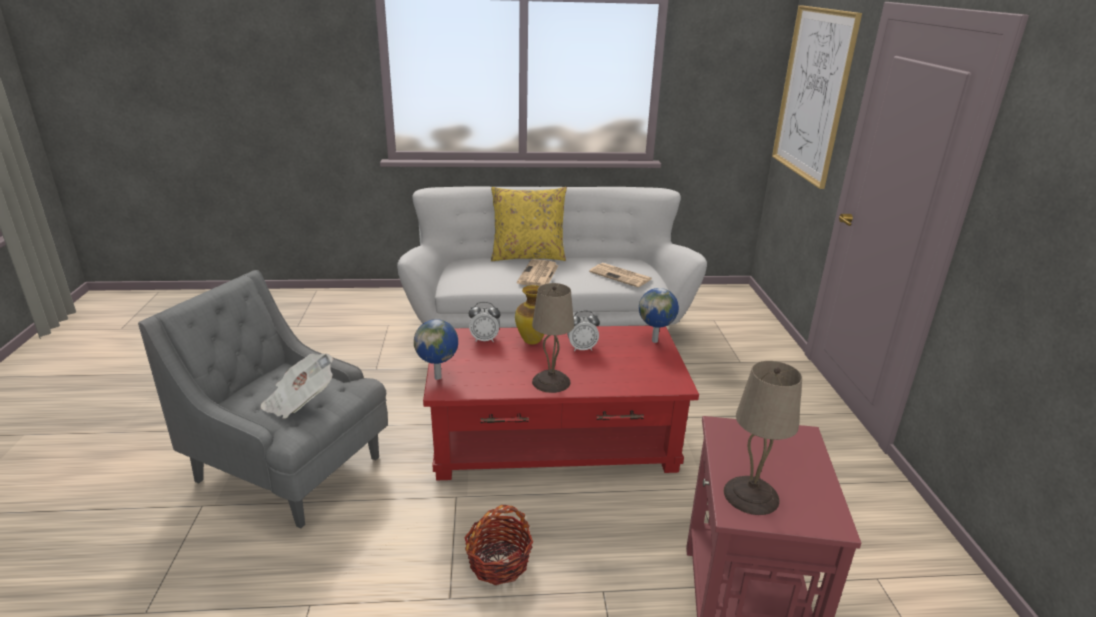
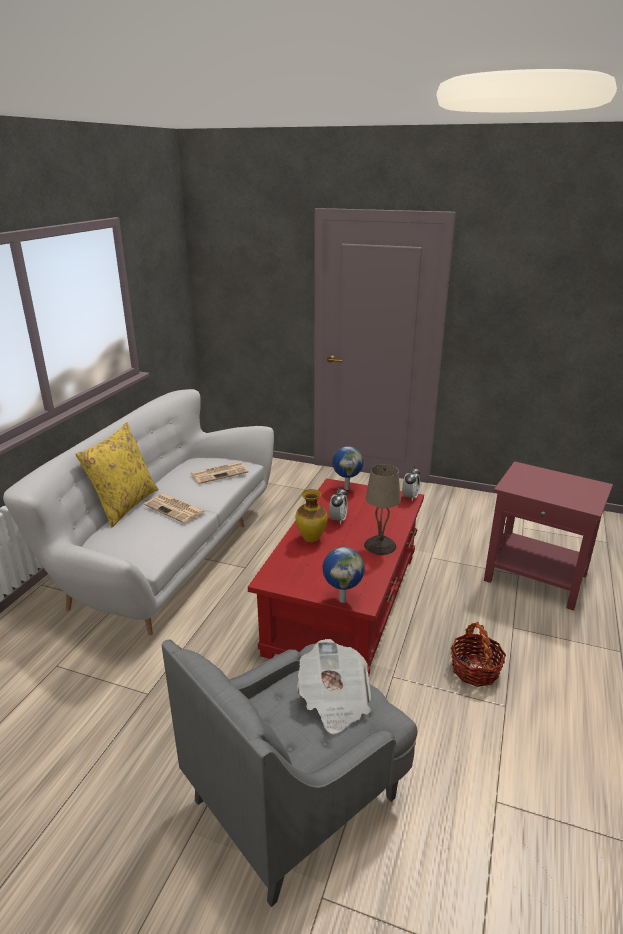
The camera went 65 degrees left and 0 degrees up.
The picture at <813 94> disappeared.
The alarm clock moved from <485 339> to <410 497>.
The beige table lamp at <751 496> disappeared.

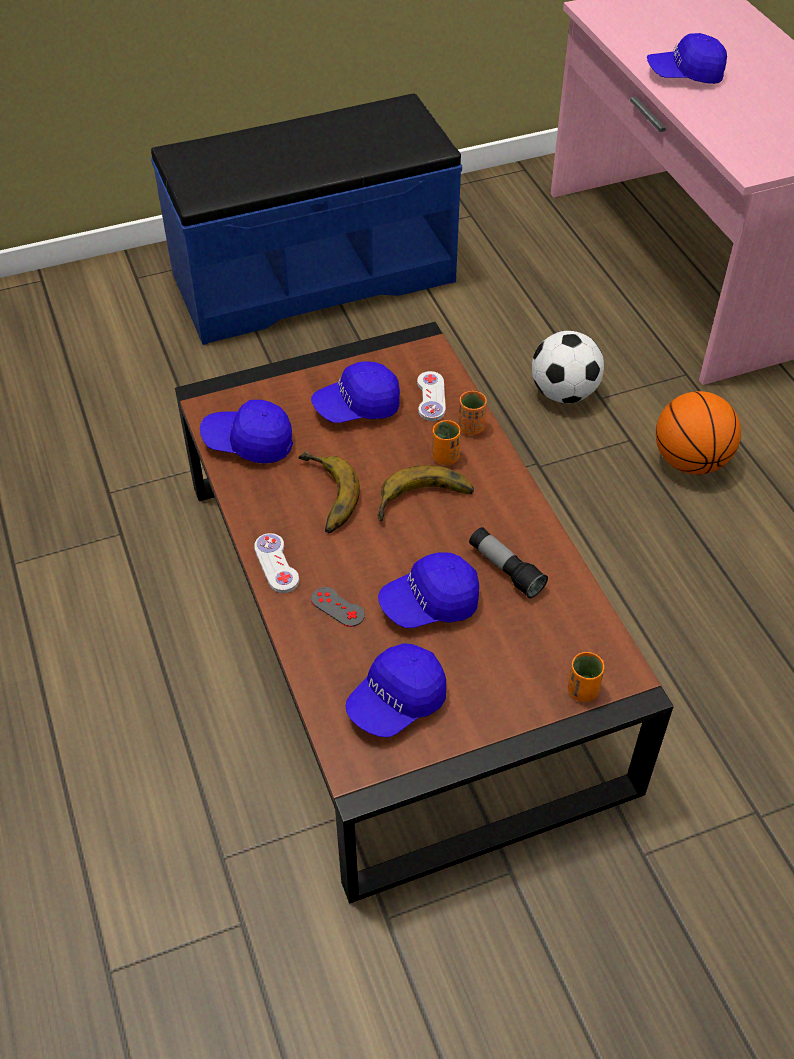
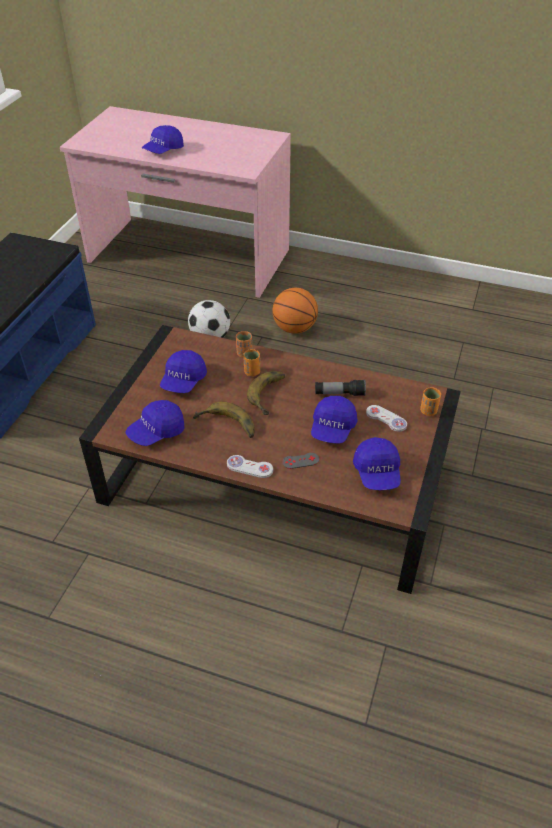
The camera went 50 degrees left and 5 degrees down.
The white game controller moved from <431 397> to <386 419>.

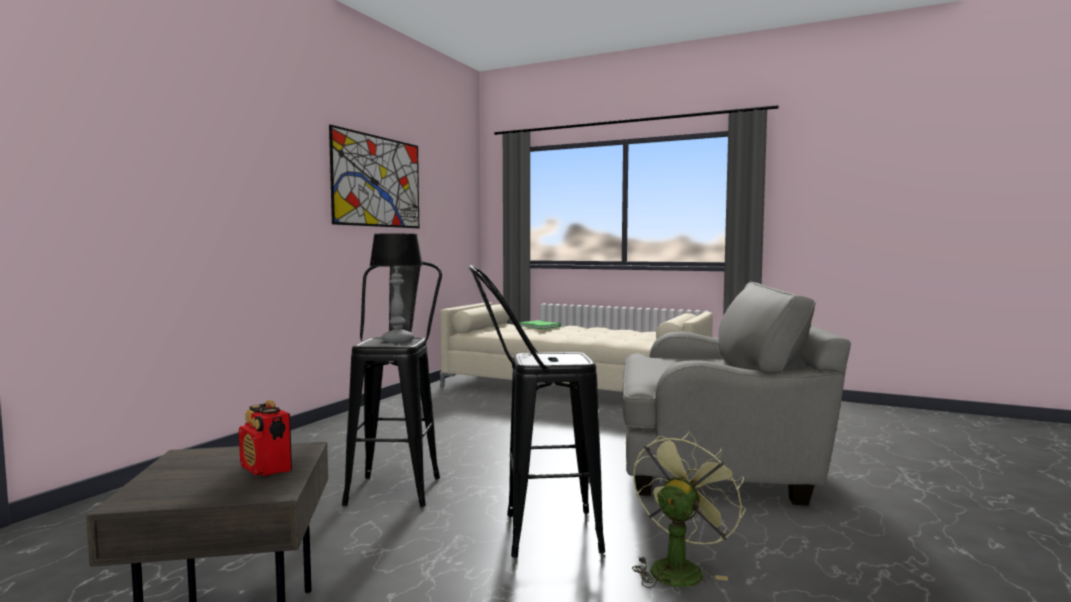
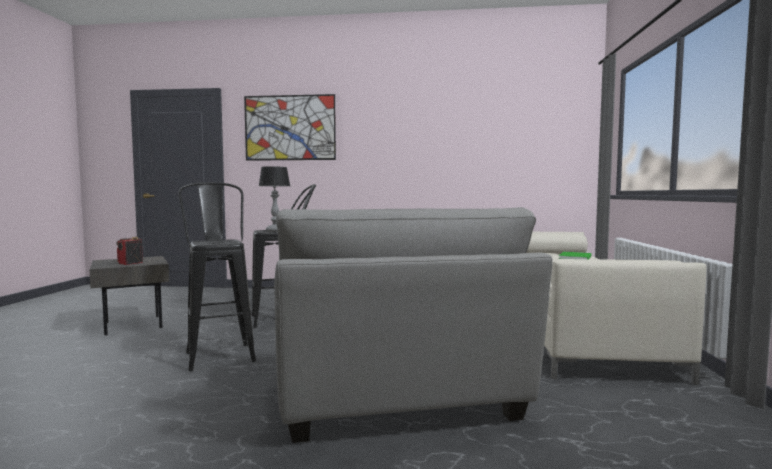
The camera went 70 degrees right and 0 degrees up.
The picture moved from <378 181> to <290 128>.
The green fan at <679 568> disappeared.

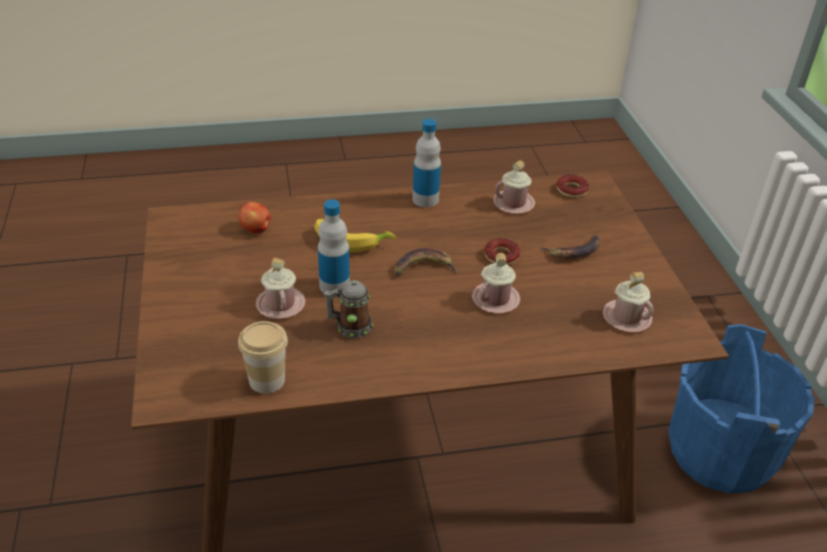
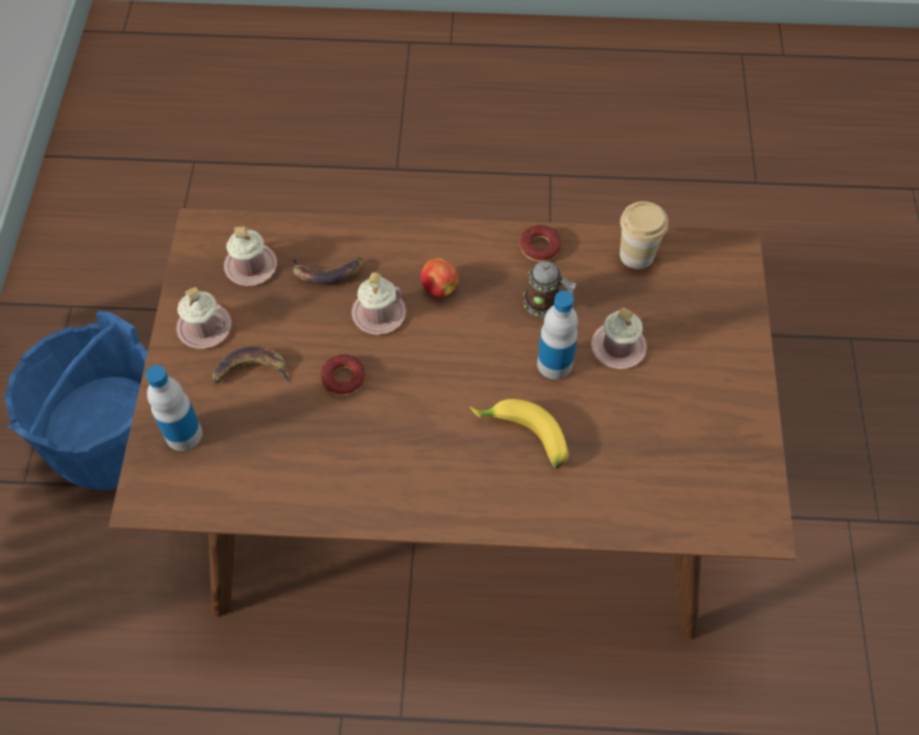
The camera went 165 degrees left and 20 degrees up.
The bottle moved from <425 199> to <183 434>.
The pink mug moved from <513 203> to <204 327>.
The donut moved from <572 190> to <540 247>.
The apple moved from <256 229> to <439 287>.
The banana moved from <423 268> to <327 272>.

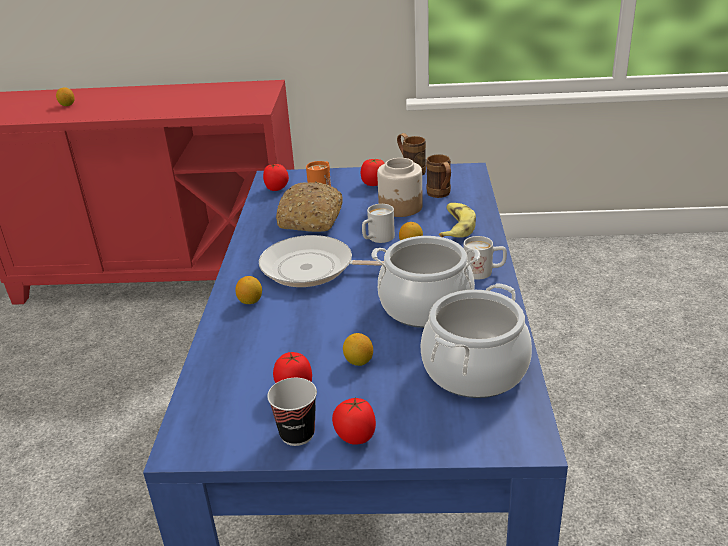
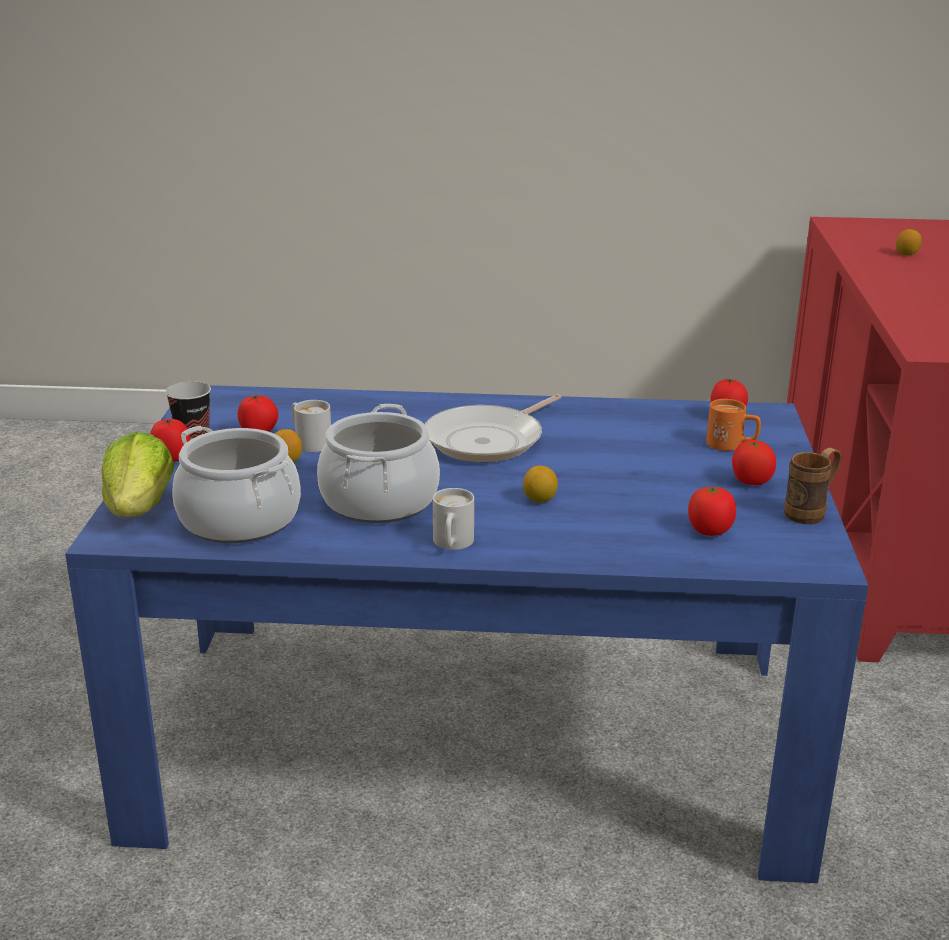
The camera went 90 degrees right and 5 degrees down.
The brown mug at <440 195> was replaced by the tomato at <710 531>.
The jar at <401 207> disappeared.
The bread at <311 219> disappeared.
The banana at <455 226> disappeared.
The white mug moved from <377 239> to <309 442>.
The frying pan at <313 269> turned 150 degrees counterclockwise.
The lemon at <250 301> disappeared.
The lettuce at <140 508> appeared.

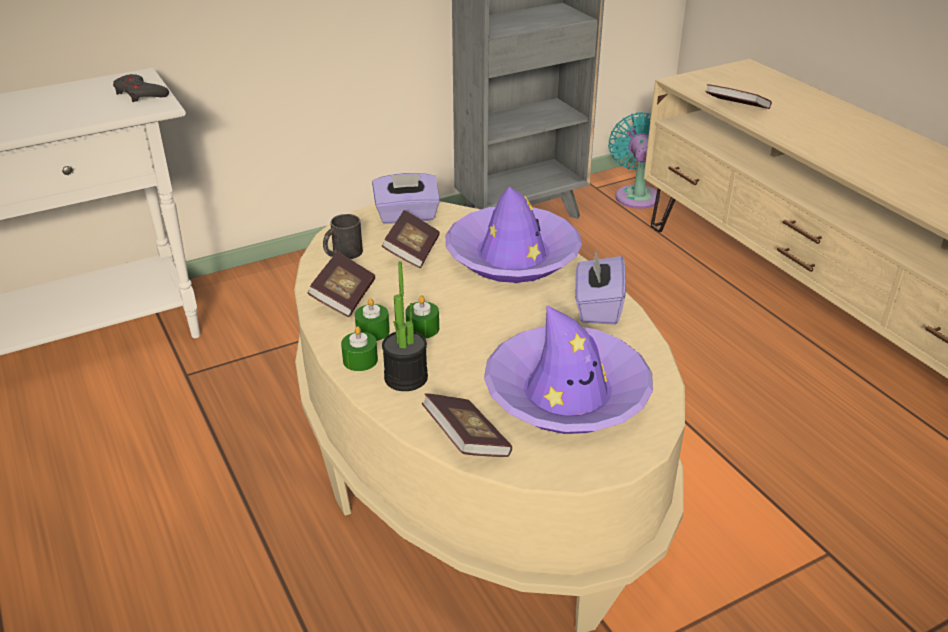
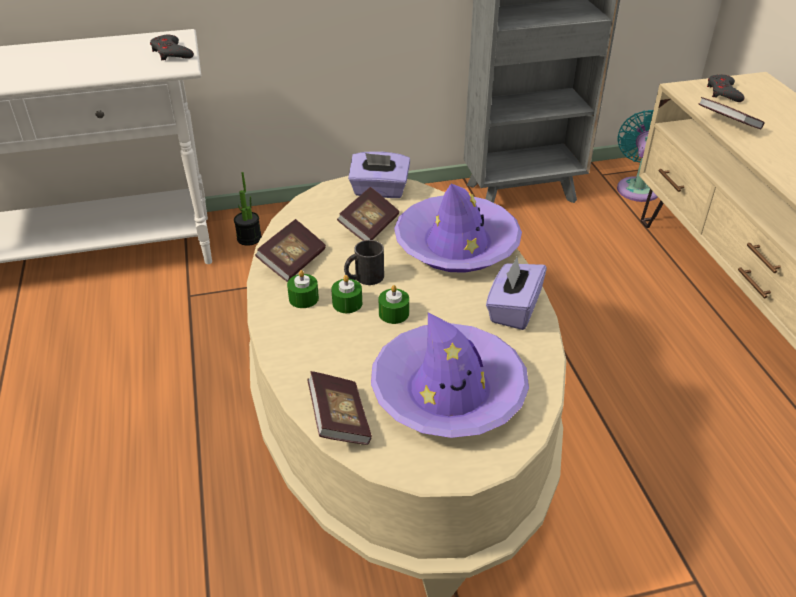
The camera went 15 degrees right and 5 degrees up.
The black mug moved from <342 254> to <364 277>.
The potted plant moved from <406 378> to <249 238>.
The green candle moved from <360 360> to <394 313>.
The grey game controller at <723 92> appeared.

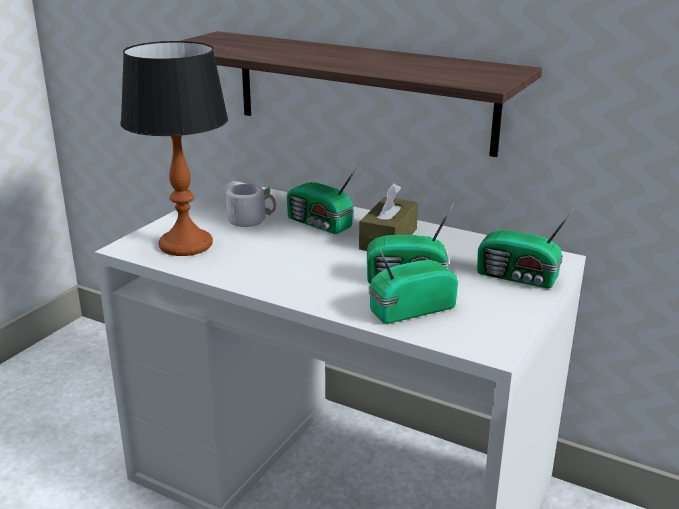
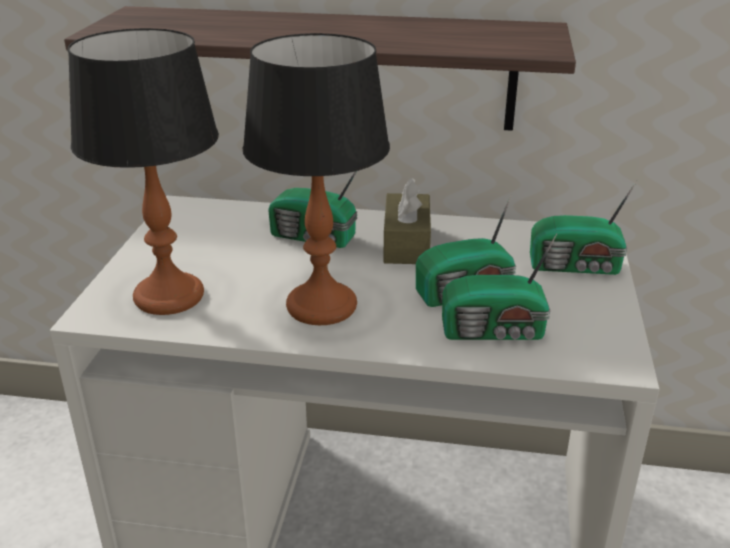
The camera went 20 degrees left and 5 degrees up.
The grey mug at <251 220> disappeared.
The radio at <409 309> turned 135 degrees counterclockwise.
The table lamp at <321 306> appeared.

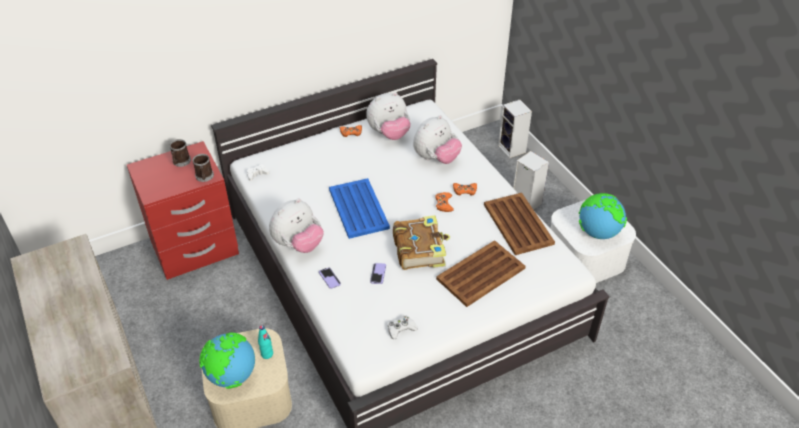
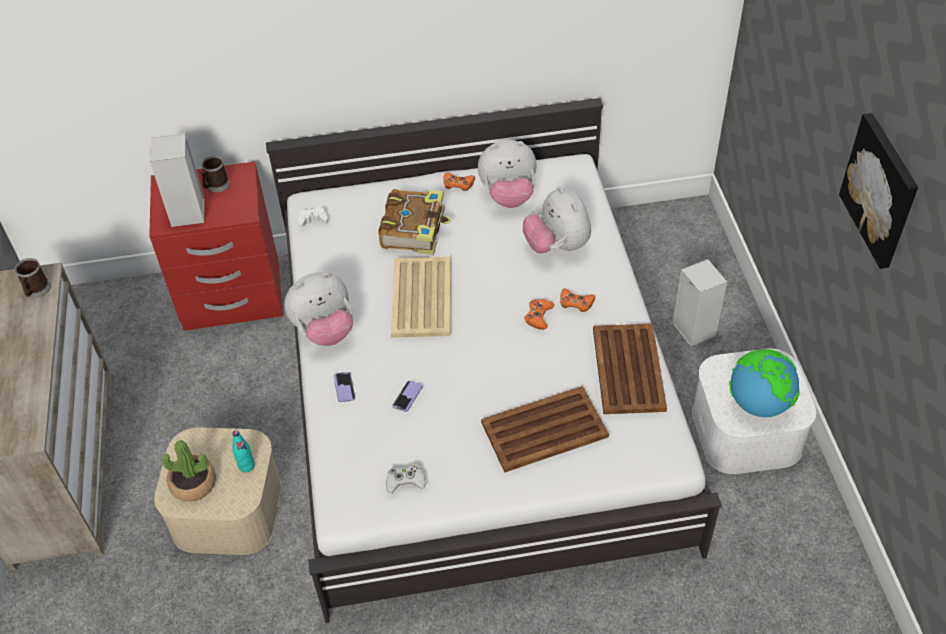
The camera went 20 degrees right and 5 degrees up.
The speaker moved from <513 149> to <189 213>.
The plush toy at <436 158> turned 90 degrees clockwise.
The mug moved from <204 177> to <36 290>.
The blue tray at <358 208> became the beige tray at <422 296>.
The book moved from <419 249> to <414 228>.
The globe at <231 376> was replaced by the potted plant at <193 483>.
The picture at <881 190> appeared.

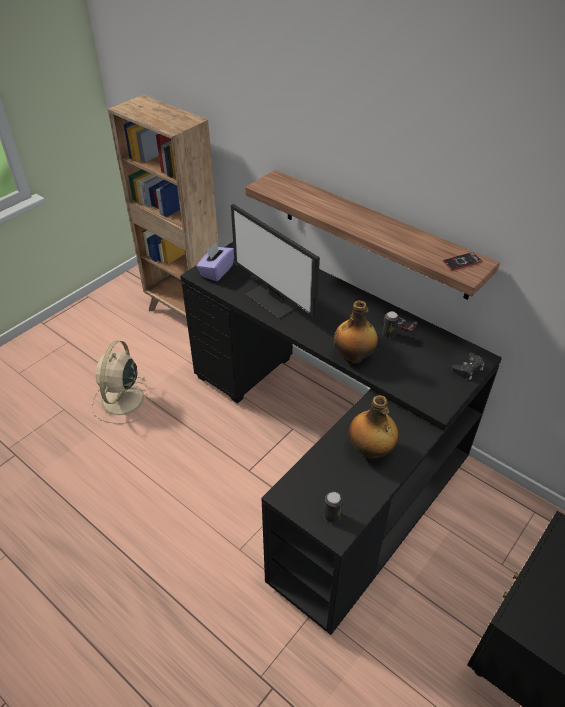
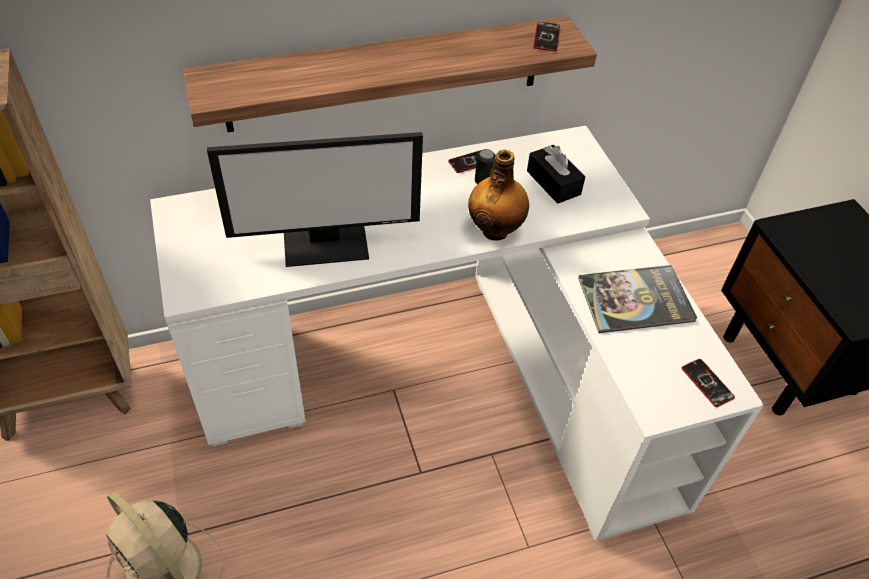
The camera went 60 degrees left and 5 degrees up.
The black desk at <328 449> became the white desk at <450 373>.
The purple tissue box at <216 271> disappeared.
The black game controller at <468 369> disappeared.
The bottle at <370 451> was replaced by the book at <635 300>.
The can at <332 516> was replaced by the phone at <707 383>.
The black tissue box at <553 183> appeared.

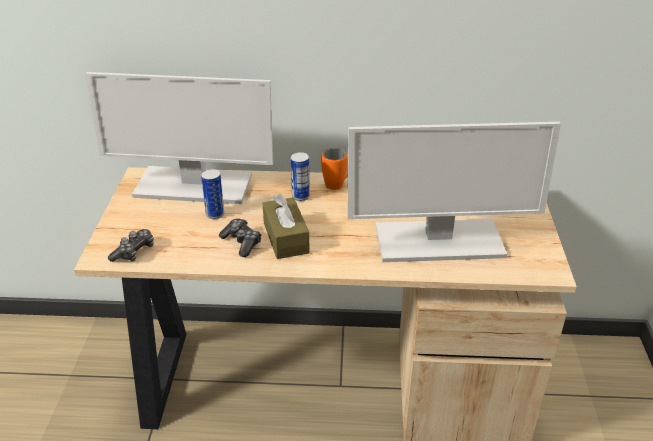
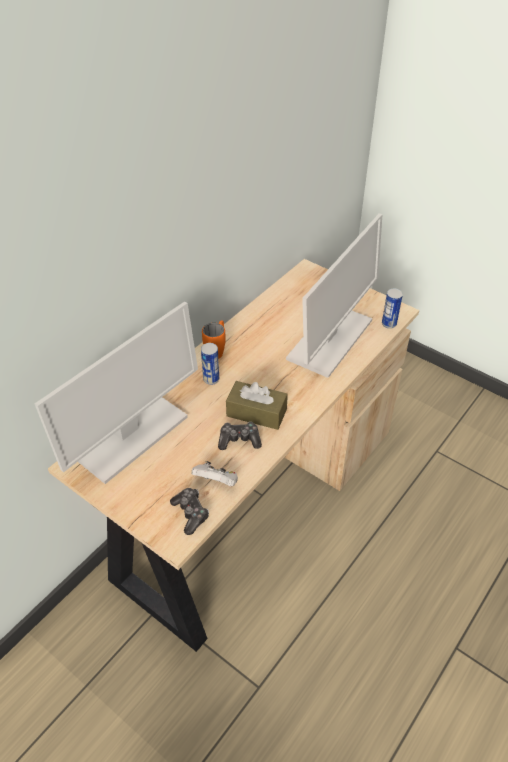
The camera went 55 degrees left and 10 degrees up.
The can moved from <215 214> to <389 324>.
The white game controller at <217 482> appeared.

